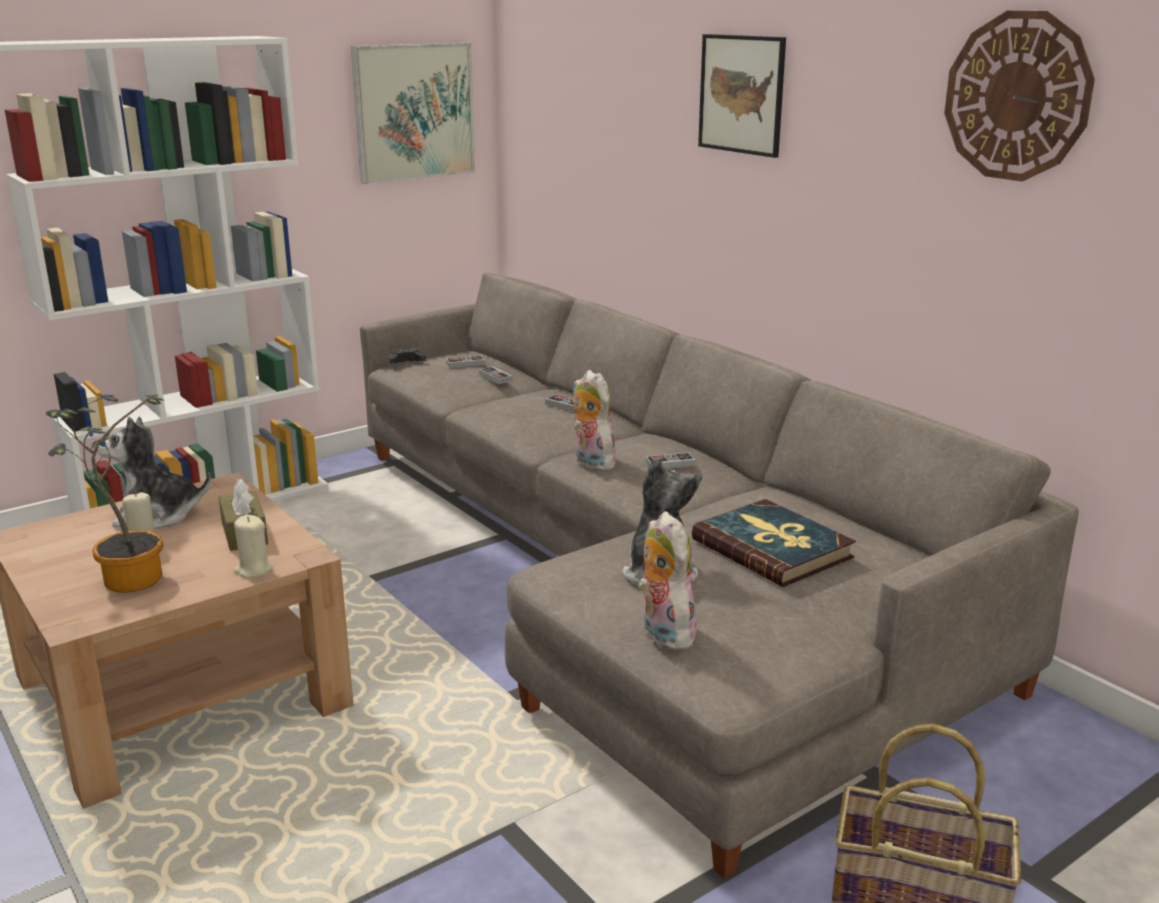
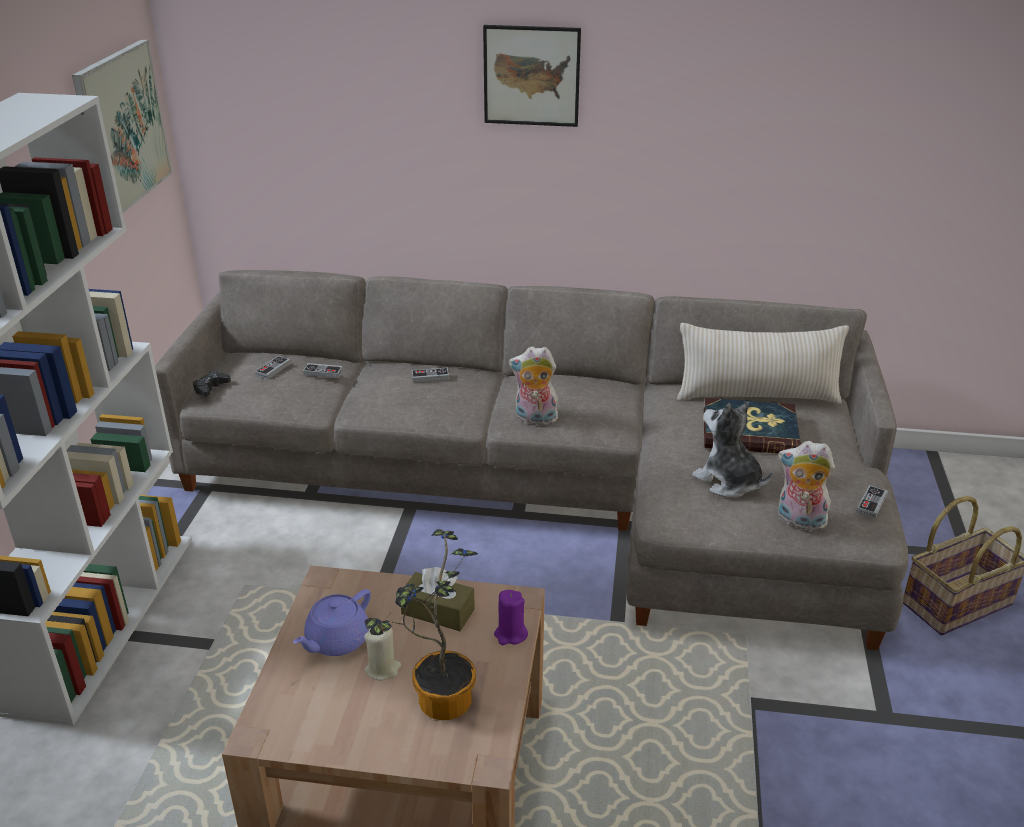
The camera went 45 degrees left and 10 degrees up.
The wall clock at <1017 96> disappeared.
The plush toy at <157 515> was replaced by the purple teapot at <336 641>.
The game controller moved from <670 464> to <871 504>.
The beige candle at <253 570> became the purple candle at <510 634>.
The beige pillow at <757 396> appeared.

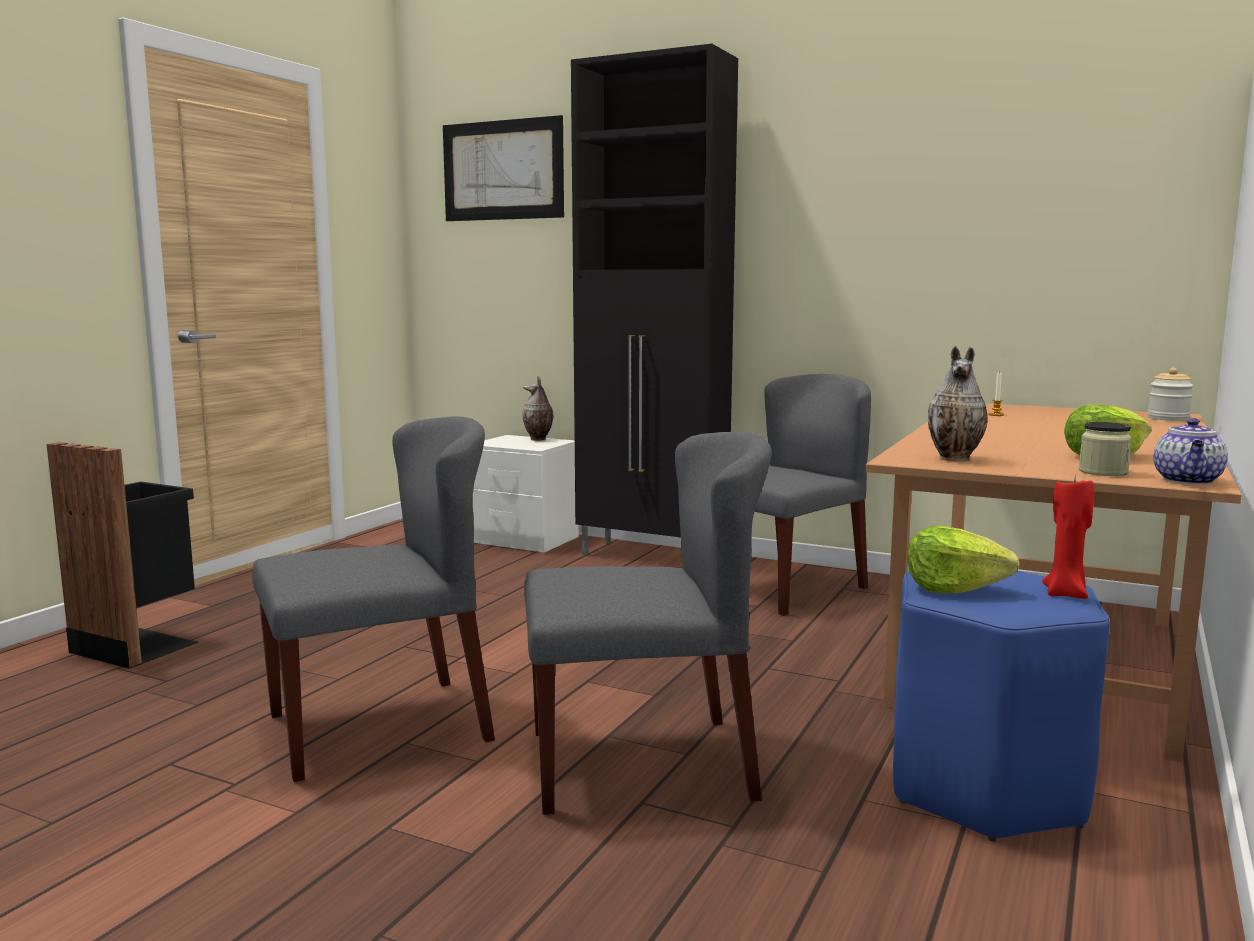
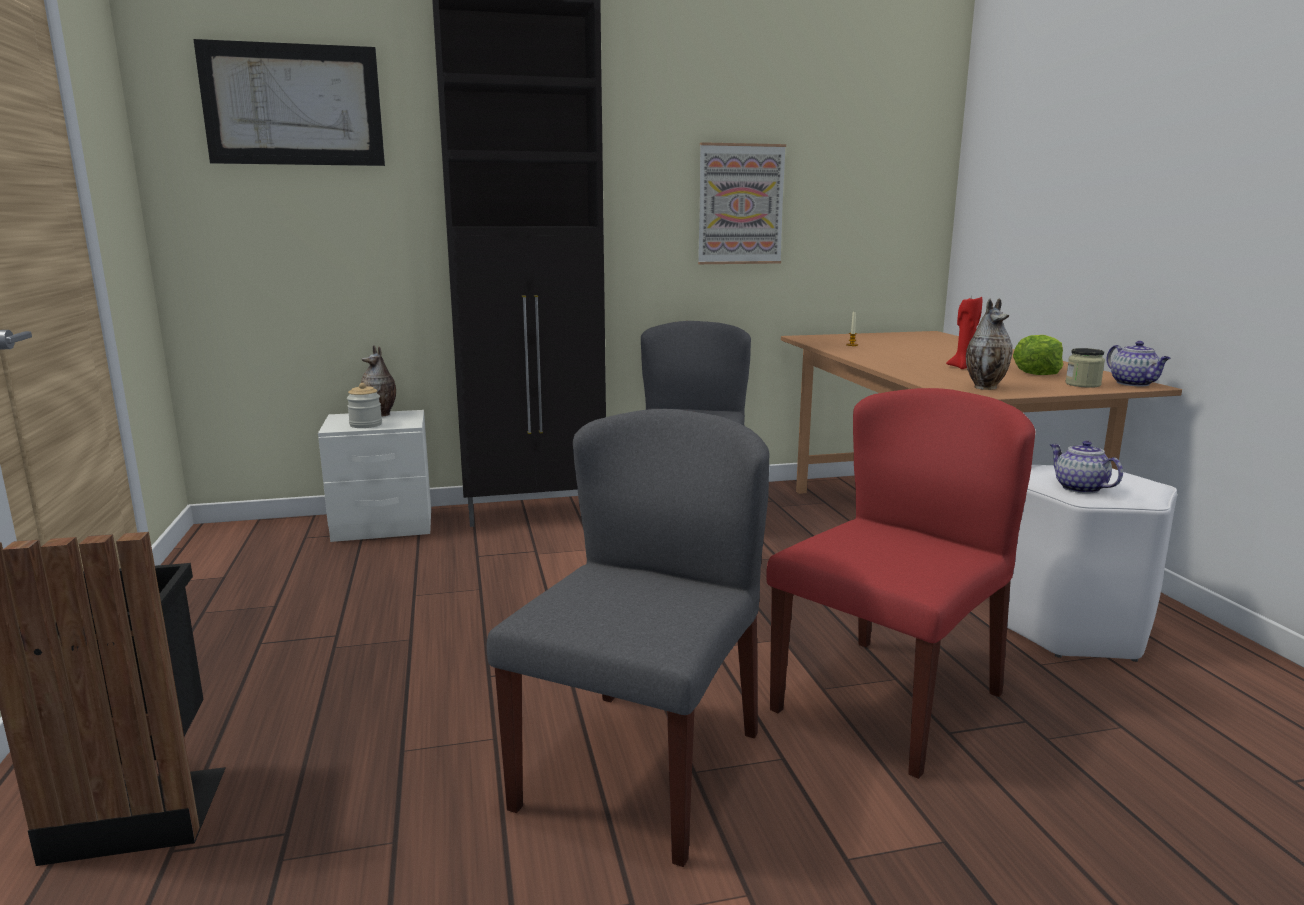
The camera went 40 degrees left and 5 degrees up.
The jar moved from <1168 418> to <366 425>.
The grey chair at <642 763> became the red chair at <887 700>.
The red candle moved from <1066 594> to <964 367>.
The lettuce at <953 588> was replaced by the teapot at <1078 488>.
The blue stool at <984 790> became the white stool at <1072 628>.
The picture at <740 204> appeared.

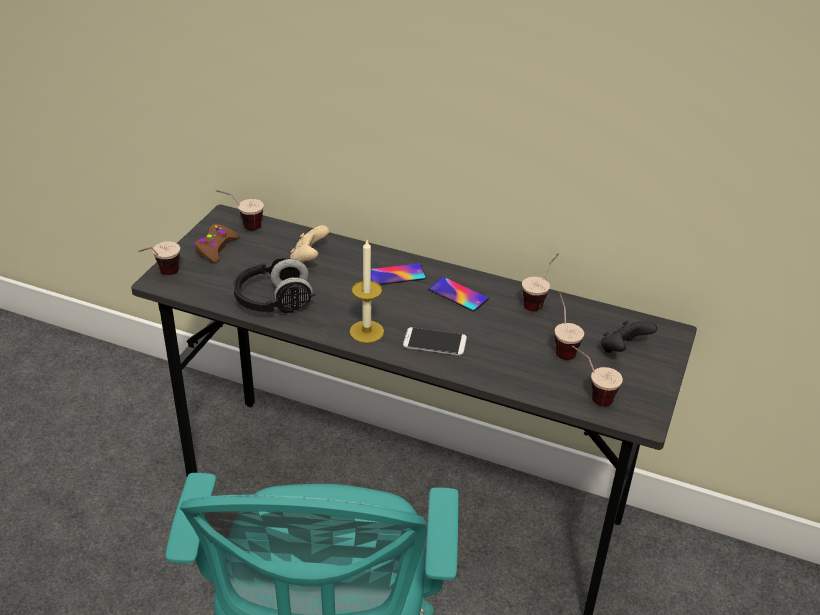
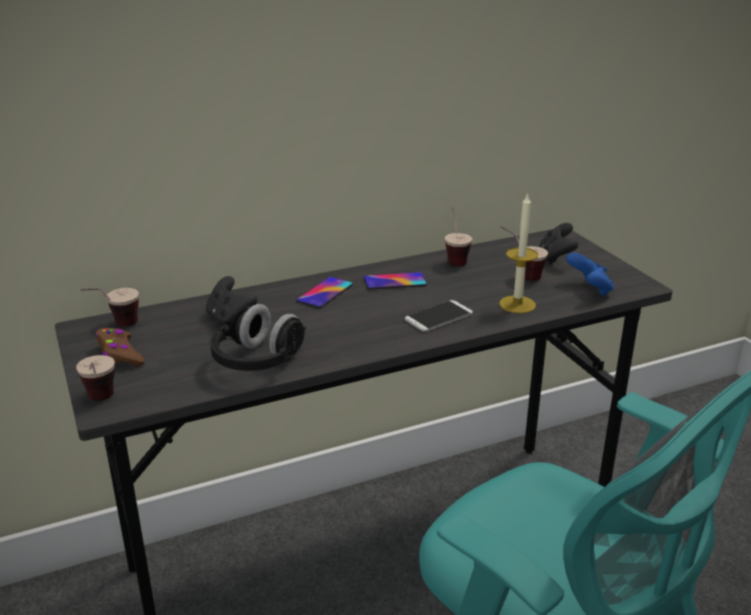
The camera went 45 degrees left and 10 degrees down.
The beige game controller at <309 259> became the black game controller at <230 318>.
The candle moved from <366 331> to <517 304>.
The cup at <590 395> was replaced by the blue game controller at <589 290>.

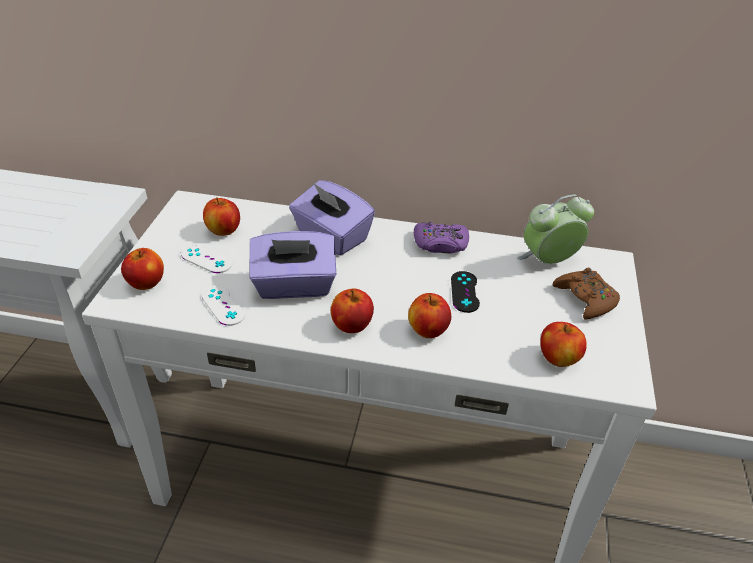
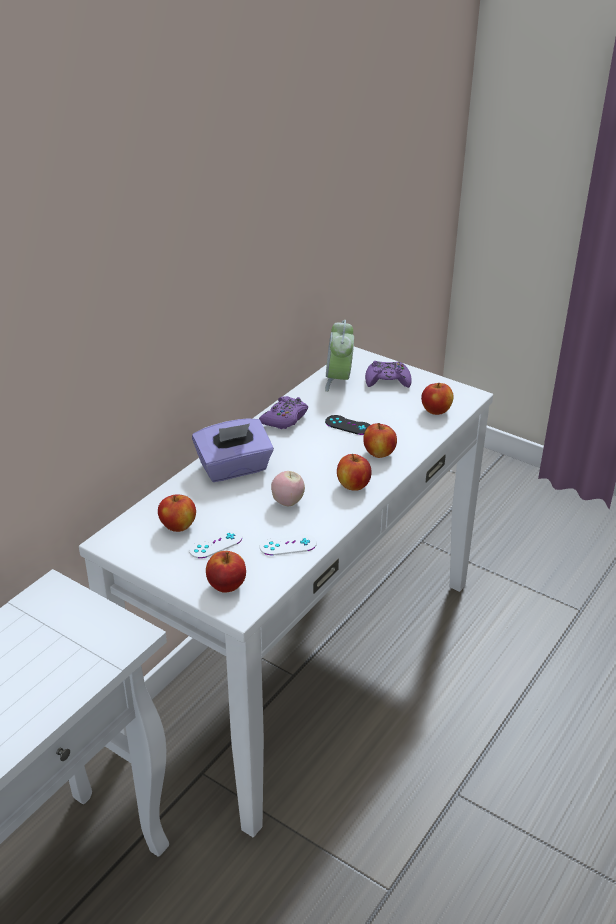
The camera went 65 degrees left and 5 degrees down.
The purple tissue box at <294 286> was replaced by the apple at <287 502>.
The brown game controller at <585 299> became the purple game controller at <387 380>.

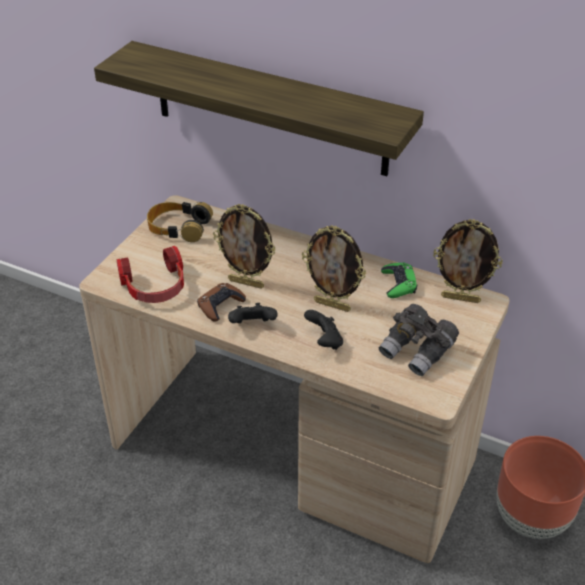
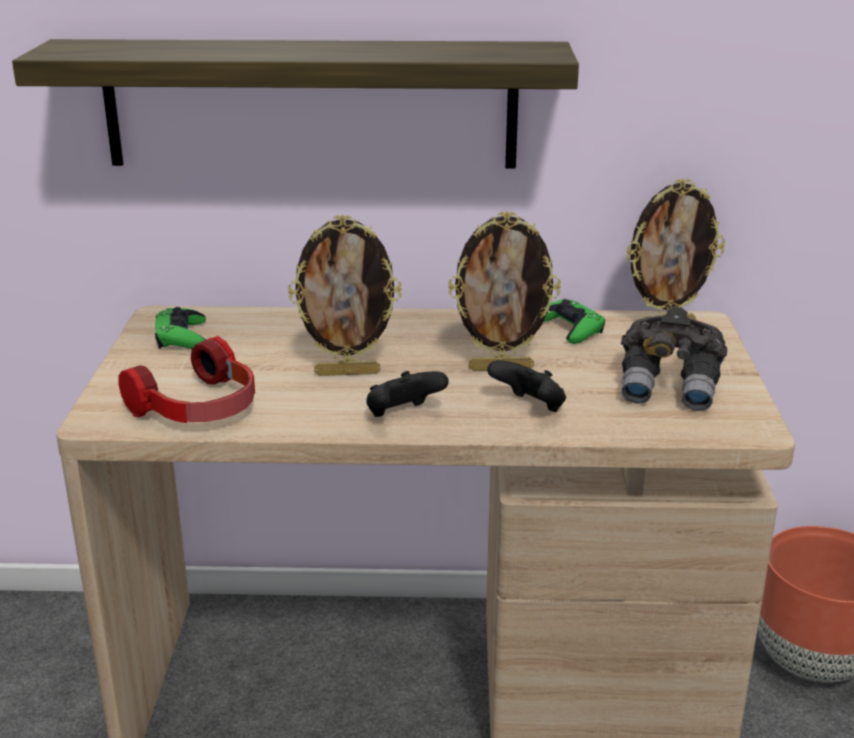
The camera went 25 degrees left and 15 degrees down.
The headphones at <178 227> was replaced by the green game controller at <181 337>.
The brown game controller at <220 305> disappeared.

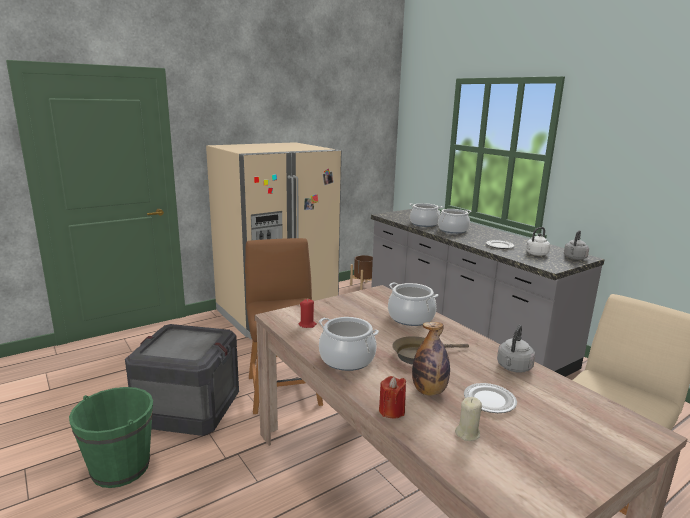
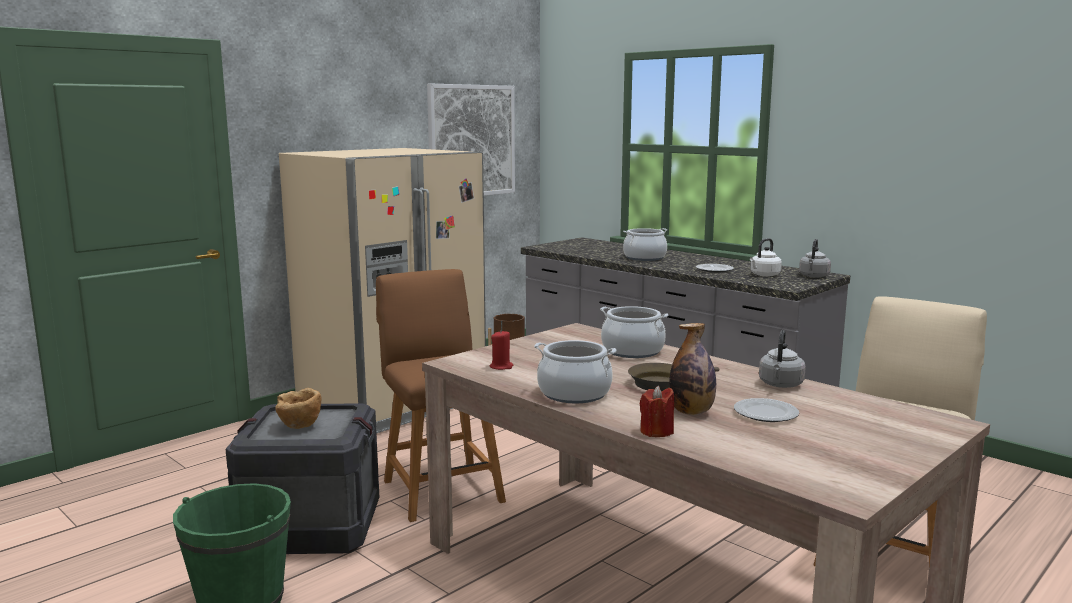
The camera went 10 degrees left and 5 degrees down.
The cooking pot at <424 224> disappeared.
The beige candle at <467 433> disappeared.
The picture at <471 141> appeared.
The brown bowl at <300 427> appeared.

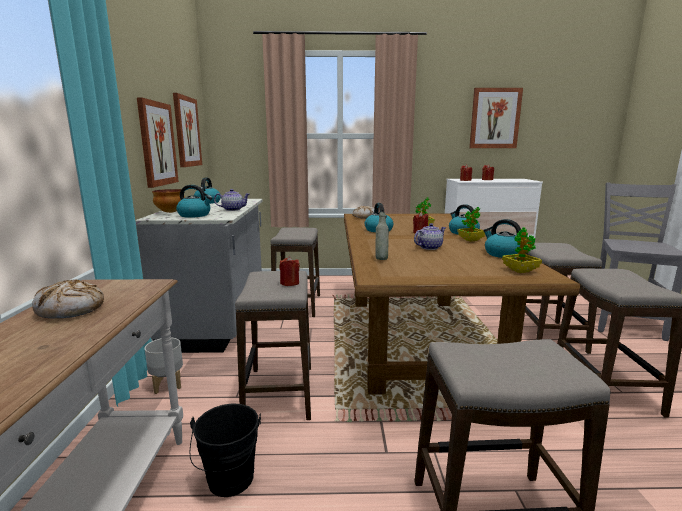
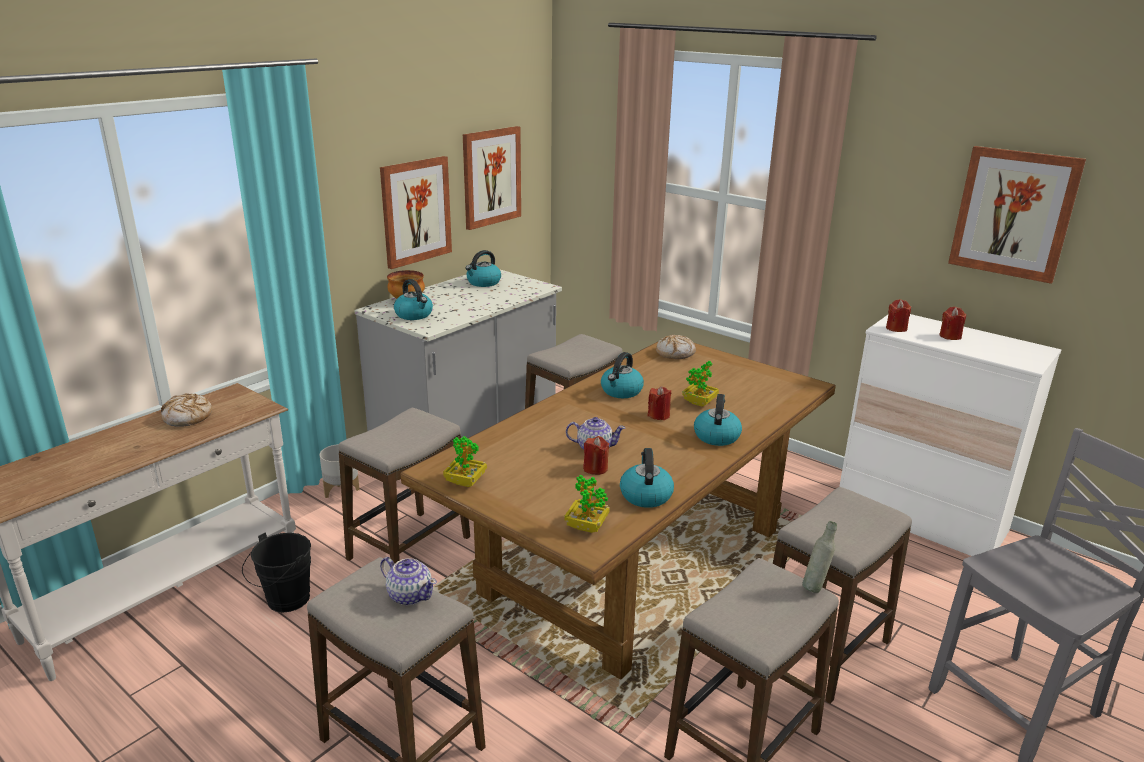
The camera went 40 degrees right and 10 degrees up.
The teapot moved from <232 209> to <410 595>.
The potted plant moved from <470 240> to <465 482>.
The grey bottle moved from <381 259> to <815 586>.
The red candle moved from <289 283> to <595 468>.

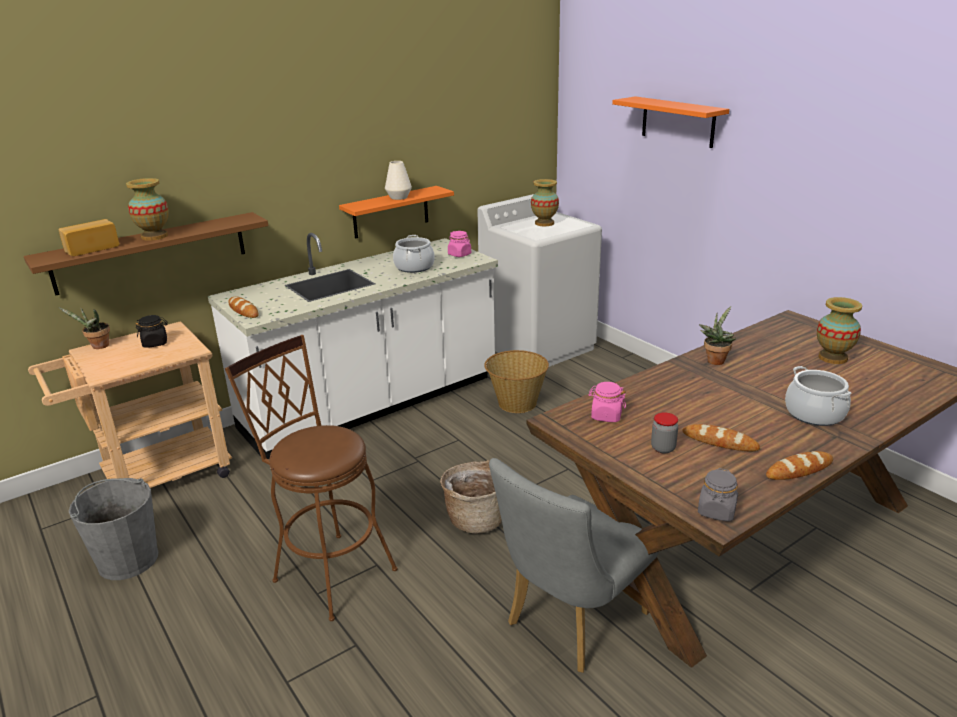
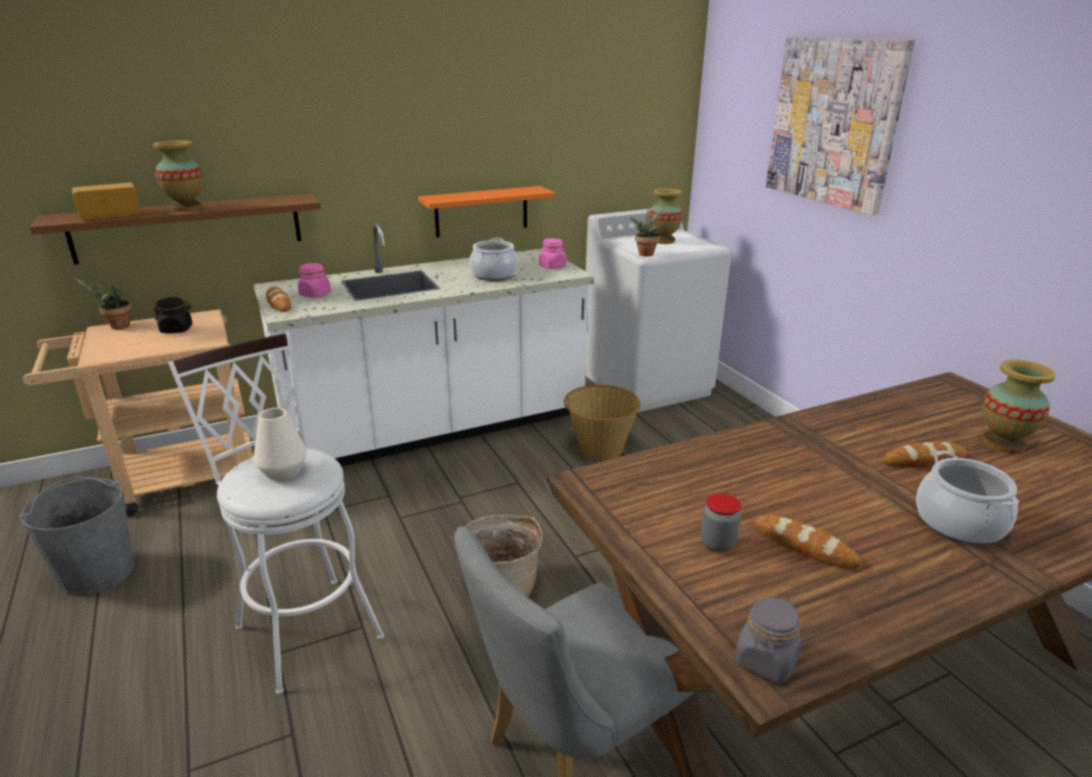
The camera went 10 degrees right and 0 degrees up.
The orange shelf at <678 122> was replaced by the picture at <834 122>.
The white vase moved from <399 197> to <283 472>.
The potted plant moved from <715 360> to <646 253>.
The brown stool at <328 570> became the white stool at <304 624>.
The pink jar moved from <606 416> to <315 294>.
The bread moved from <799 469> to <924 460>.

